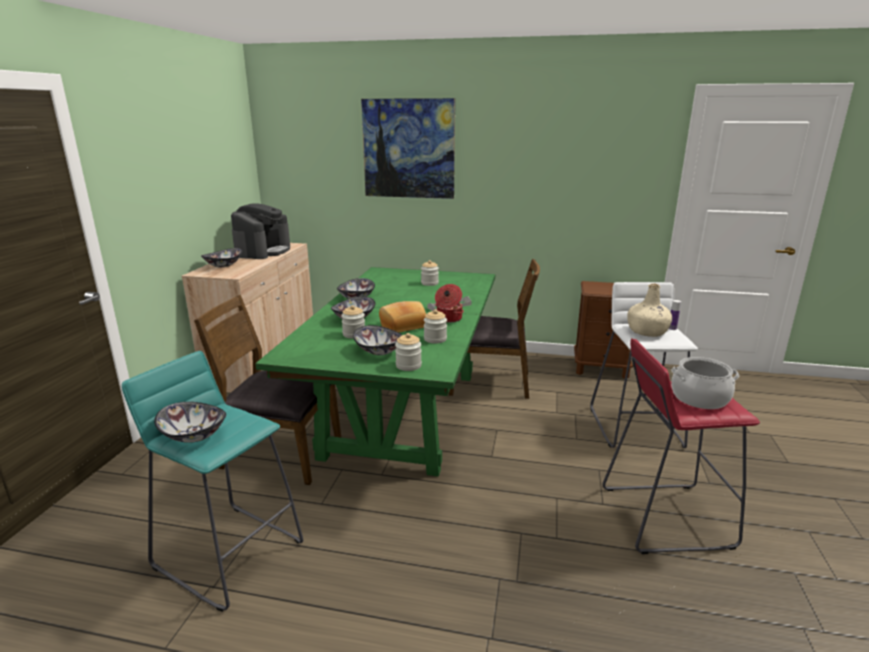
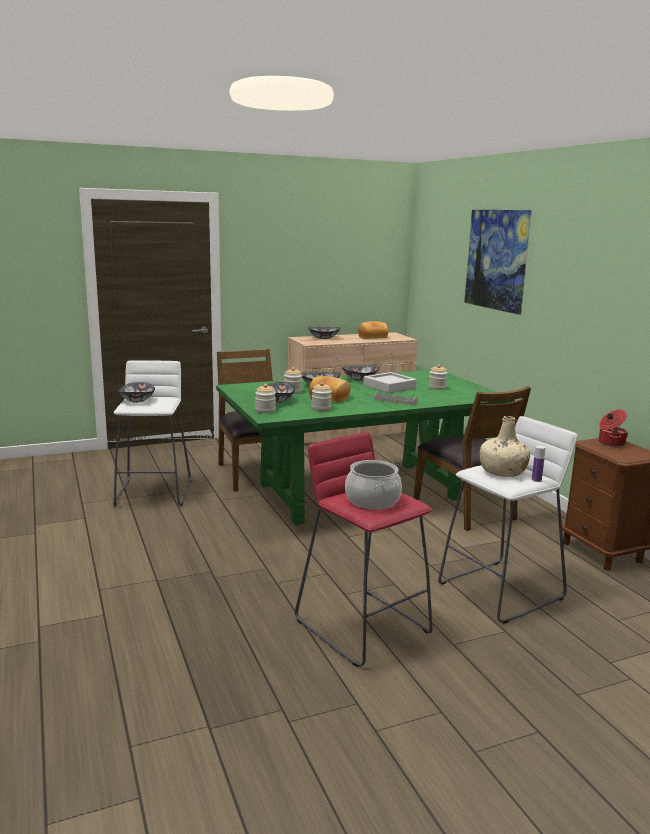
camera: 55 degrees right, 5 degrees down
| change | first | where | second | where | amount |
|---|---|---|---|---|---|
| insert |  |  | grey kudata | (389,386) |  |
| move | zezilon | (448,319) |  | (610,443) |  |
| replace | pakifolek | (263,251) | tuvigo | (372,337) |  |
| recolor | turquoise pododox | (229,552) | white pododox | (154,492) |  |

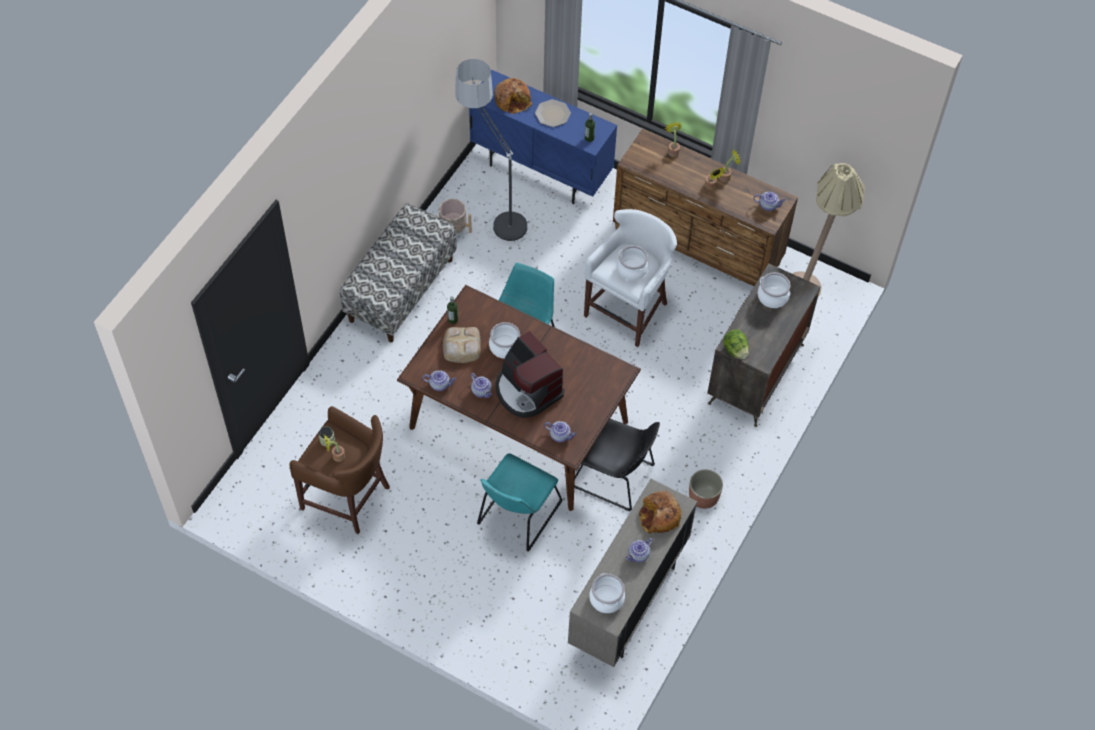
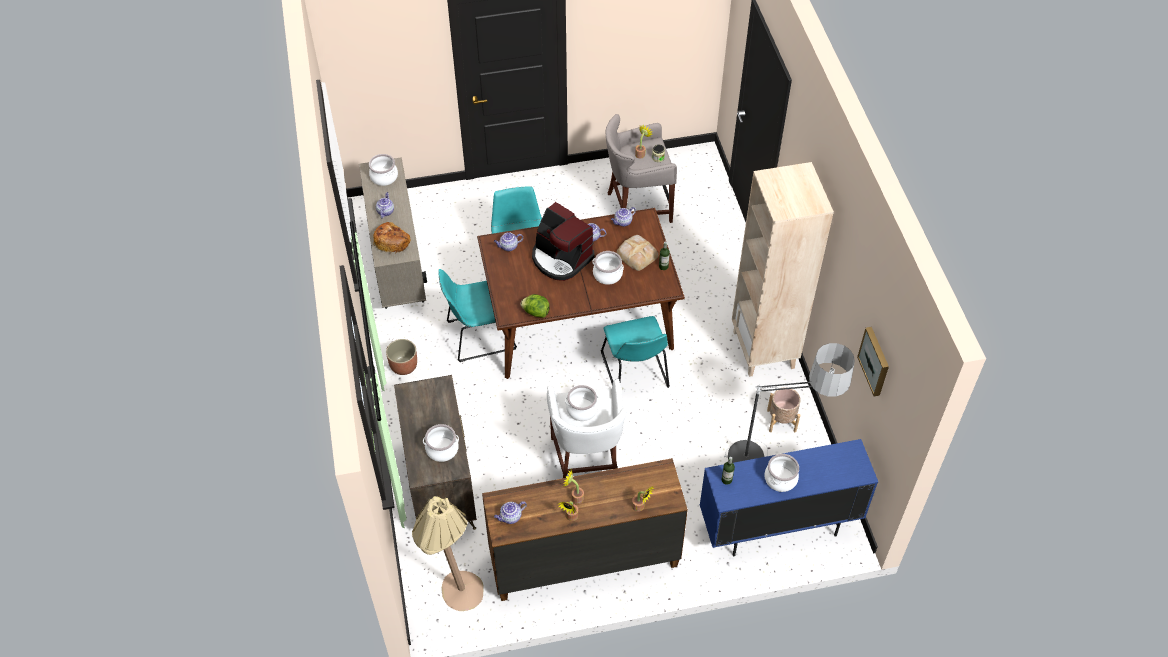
camera: 140 degrees right, 5 degrees down
| change | first | where | second | where | amount |
|---|---|---|---|---|---|
| delete | tuvigo | (513,100) |  |  |  |
| insert |  |  | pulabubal | (875,361) |  |
| move | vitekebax | (735,350) |  | (535,312) |  |
| replace | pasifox | (401,290) | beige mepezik | (764,350) |  |
| replace | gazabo | (552,113) | zezilon | (781,479) |  |
| recolor | brown pododox | (348,497) | grey pododox | (637,206) |  |
| recolor | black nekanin | (616,477) | turquoise nekanin | (478,336) |  |
| rotate | pakifolek | (527,390) |  | (561,258) | 150 degrees counterclockwise |

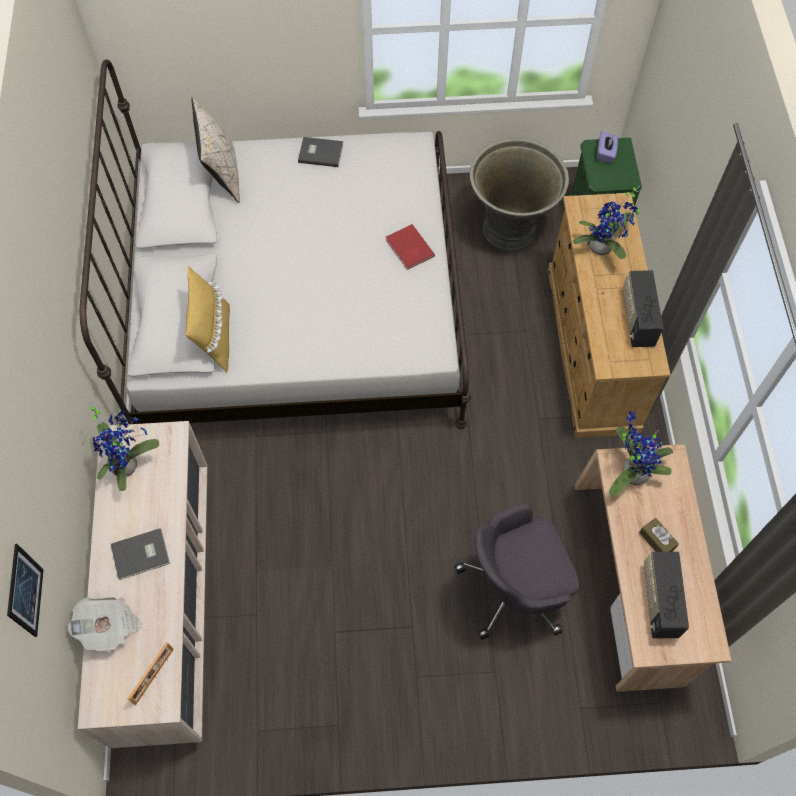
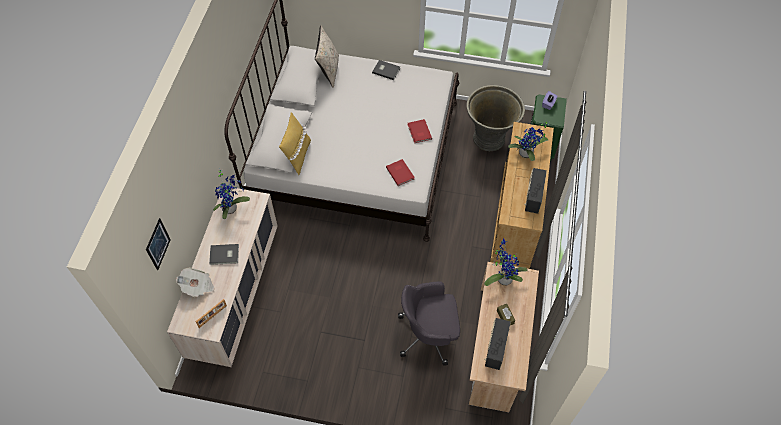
camera: 15 degrees right, 5 degrees down
| change | first | where | second | where | amount |
|---|---|---|---|---|---|
| insert |  |  | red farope | (400,172) |  |

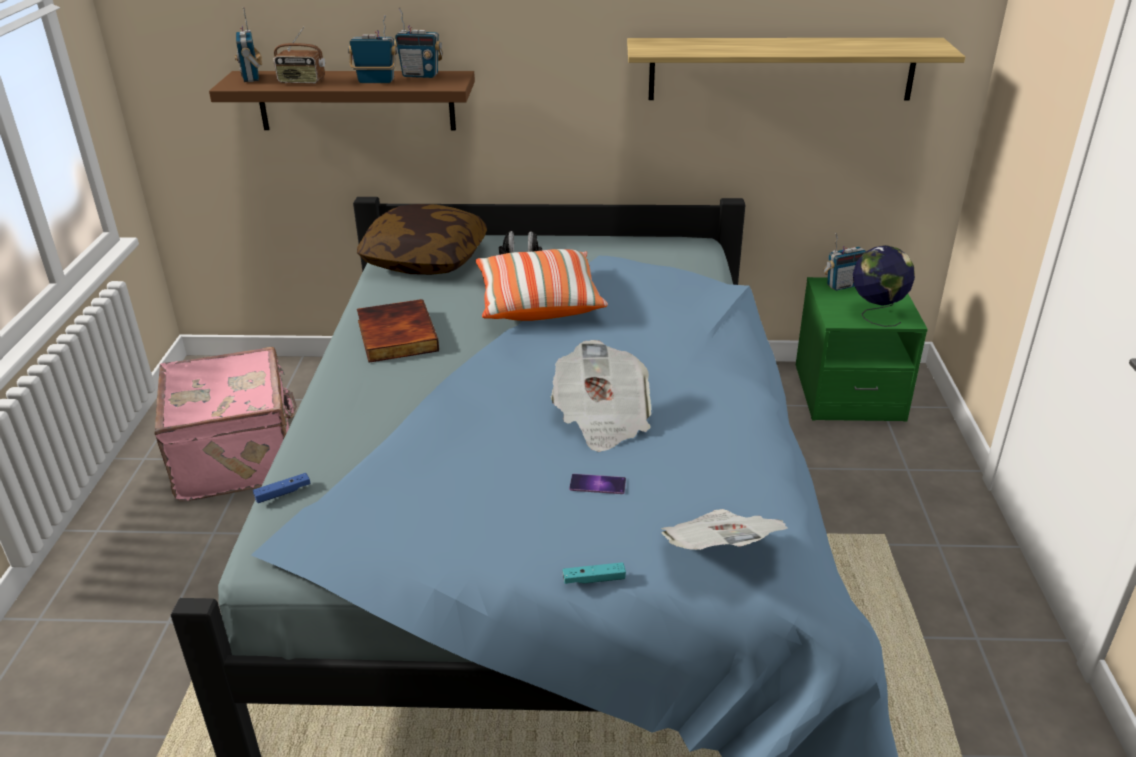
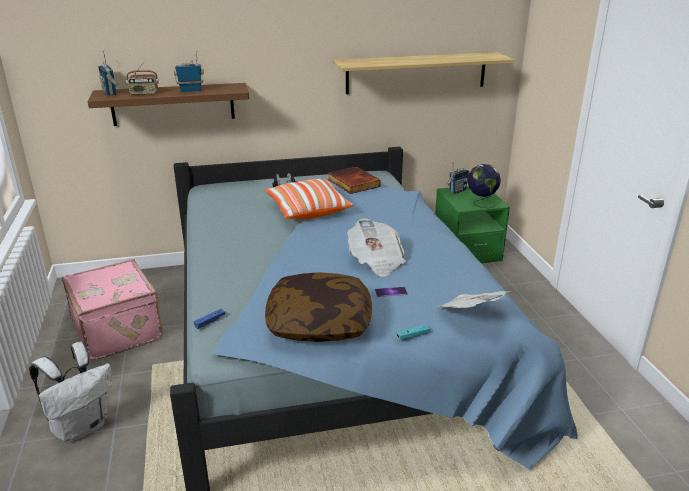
camera: 15 degrees left, 5 degrees down
| change | first | where | second | where | amount |
|---|---|---|---|---|---|
| delete | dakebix | (420,75) |  |  |  |
| insert |  |  | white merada | (82,426) |  |
| move | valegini | (425,259) |  | (319,323) |  |
| move | farope | (395,335) |  | (352,183) |  |

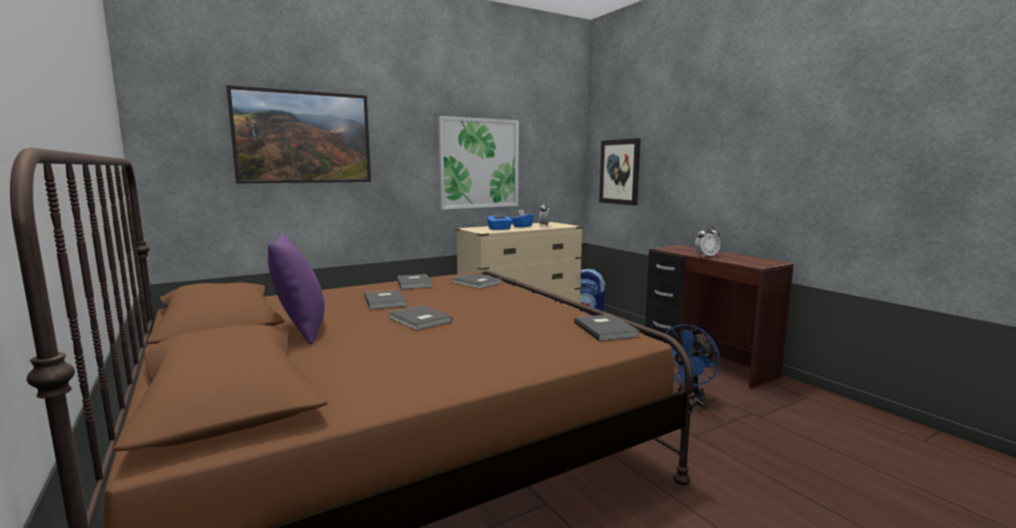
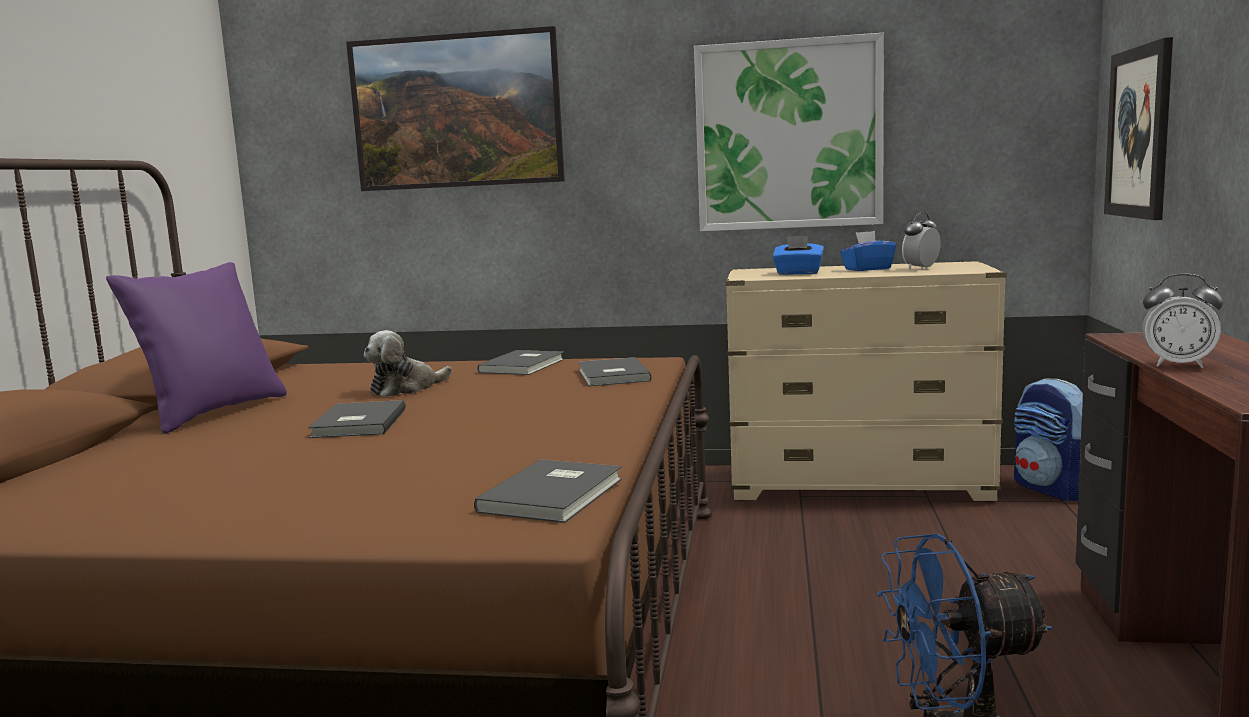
camera: 40 degrees right, 0 degrees up
| change | first | where | second | where | amount |
|---|---|---|---|---|---|
| replace | grey farope | (386,301) | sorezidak | (406,389) |  |

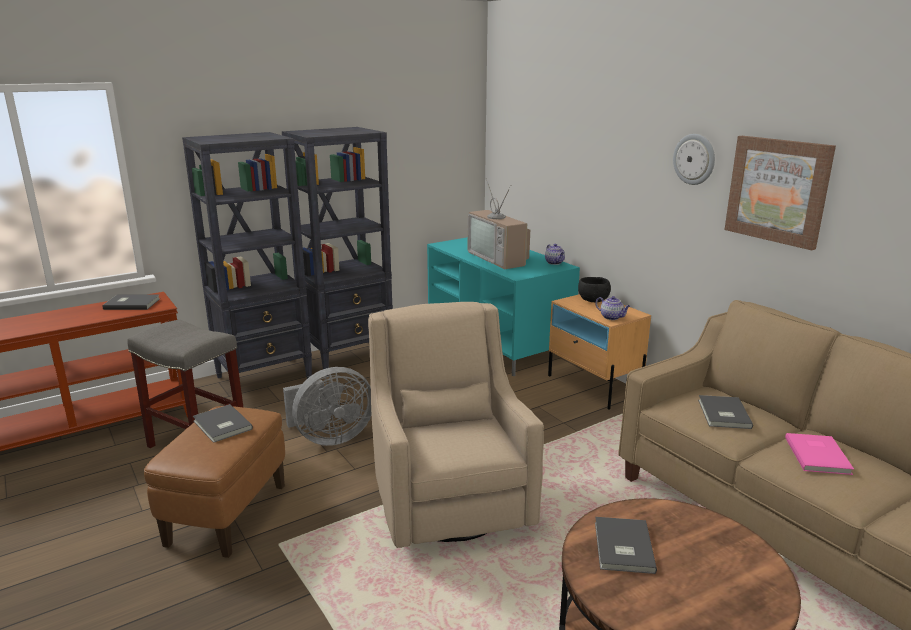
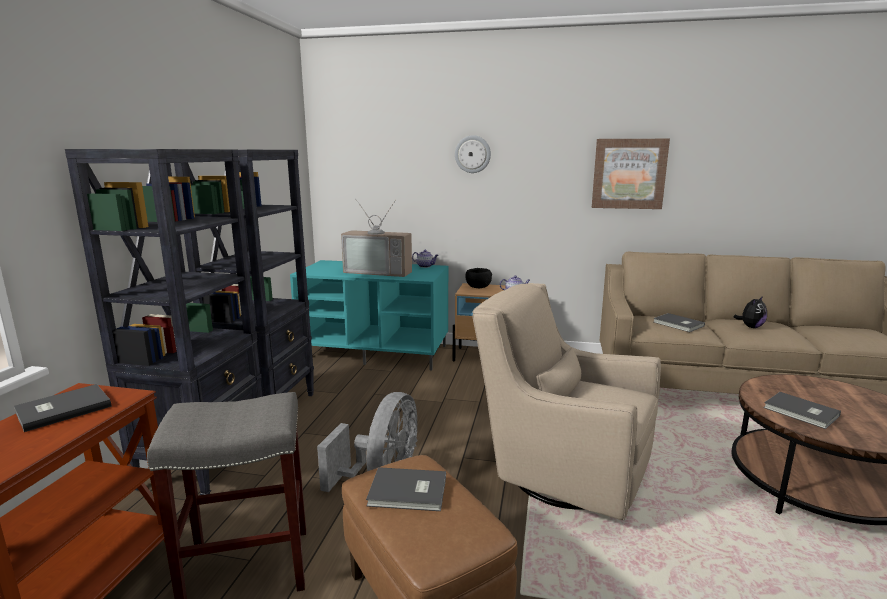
camera: 45 degrees left, 5 degrees down
| change | first | where | second | where | amount |
|---|---|---|---|---|---|
| move | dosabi | (694,159) |  | (472,154) |  |
| replace | pink farope | (818,455) | sorezidak | (750,327) |  |

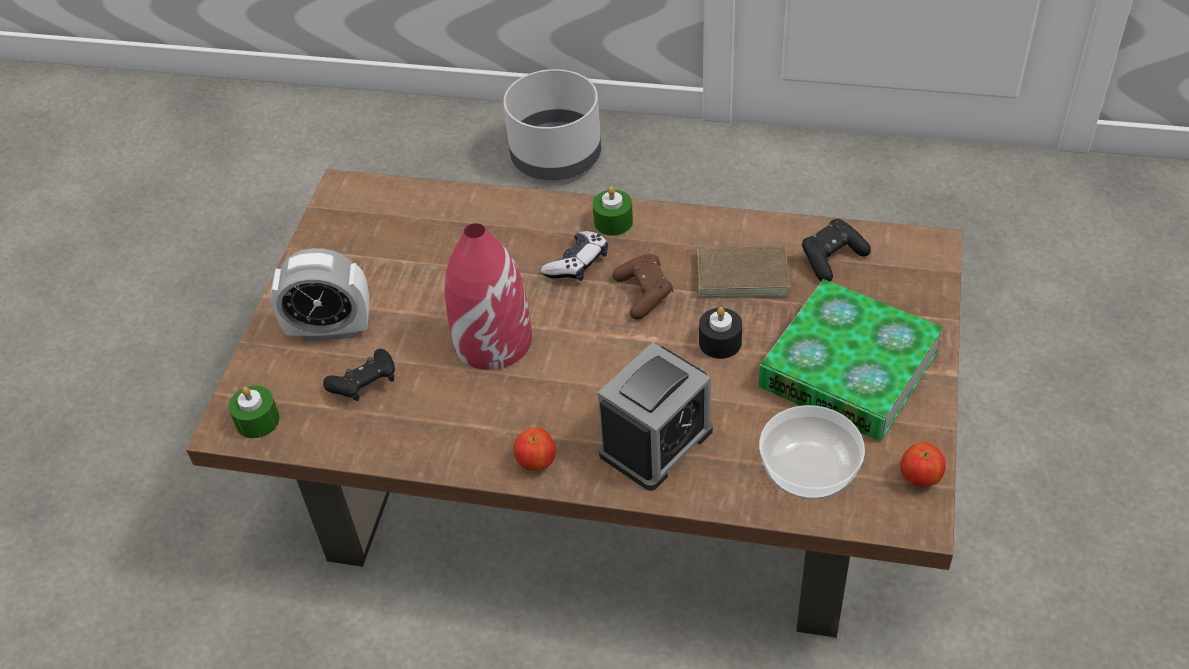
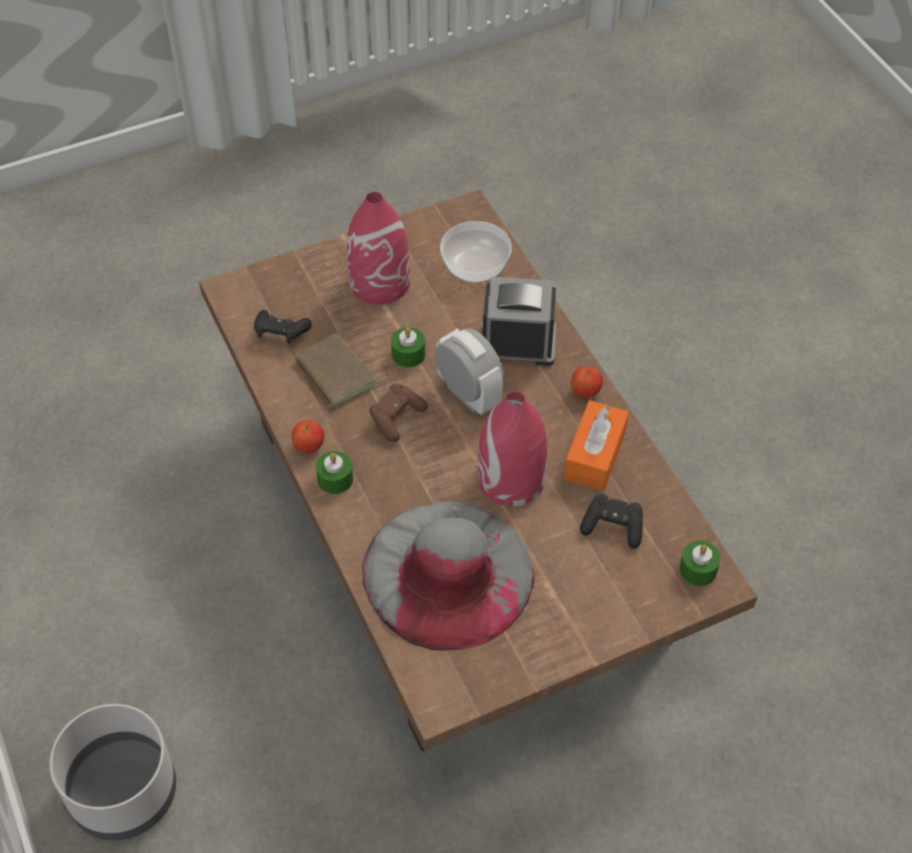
camera: 130 degrees left, 5 degrees up
| change | first | where | second | where | amount |
|---|---|---|---|---|---|
| delete | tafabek | (577,264) |  |  |  |
| insert |  |  | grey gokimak | (448,573) |  |
| insert |  |  | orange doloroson | (595,455) |  |
| move | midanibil | (330,329) |  | (468,394) |  |
| move | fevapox | (920,478) |  | (309,446) |  |
| replace | farope | (849,369) | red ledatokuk | (380,282) |  |
| recolor | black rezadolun | (720,342) | green rezadolun | (408,354) |  |

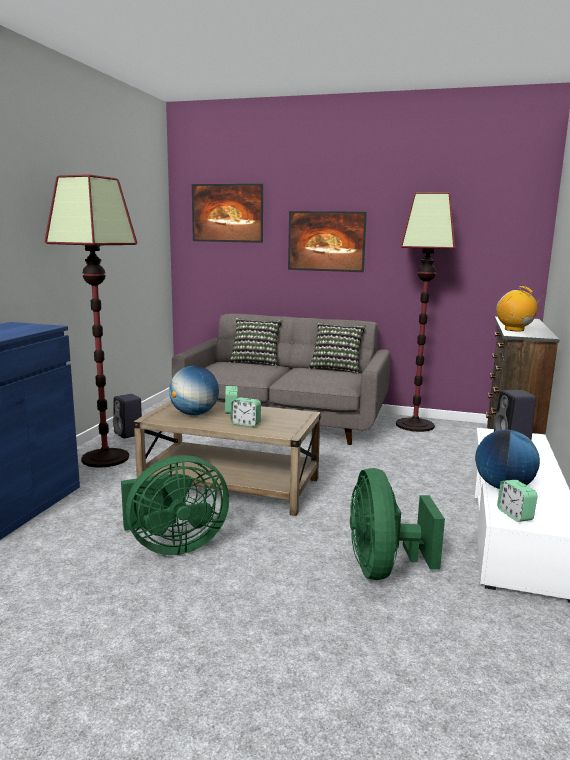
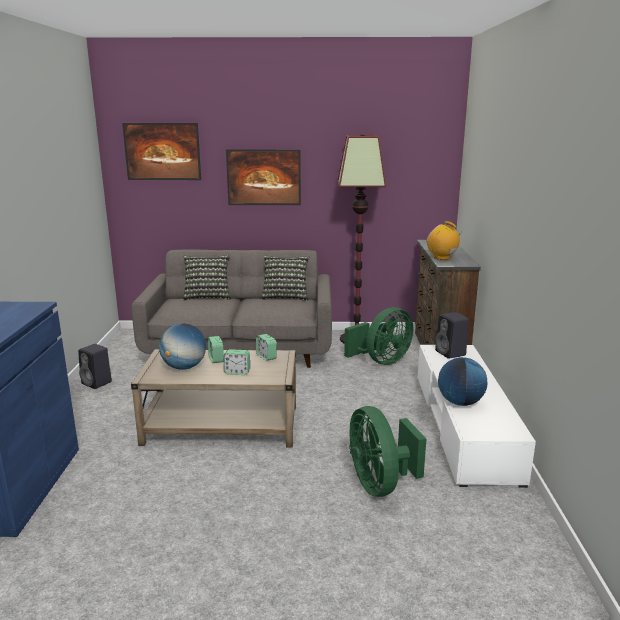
camera: 15 degrees left, 5 degrees up
| change | first | where | second | where | amount |
|---|---|---|---|---|---|
| delete | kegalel | (106,458) |  |  |  |
| move | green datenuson | (173,545) |  | (381,361) |  |
| move | midanibil | (515,515) |  | (266,357) |  |

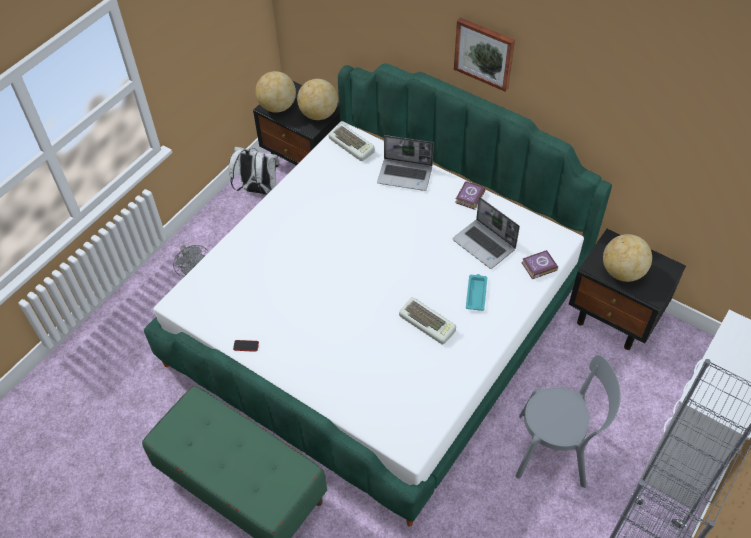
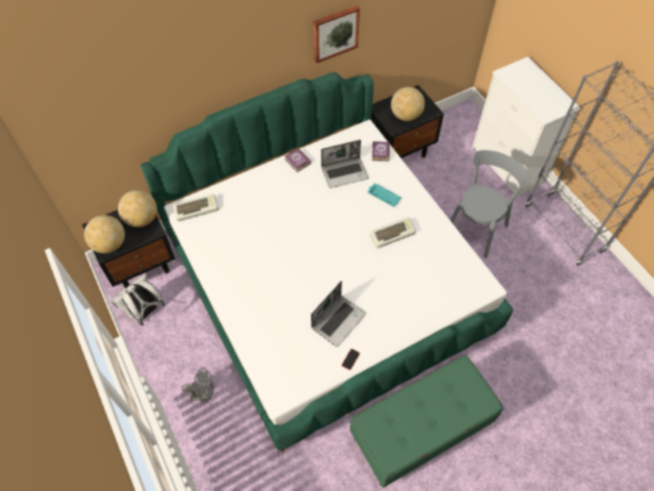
camera: 65 degrees left, 5 degrees up
| change | first | where | second | where | amount |
|---|---|---|---|---|---|
| move | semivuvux | (405,175) |  | (338,320) |  |
| move | pulabubal | (484,53) |  | (335,33) |  |

